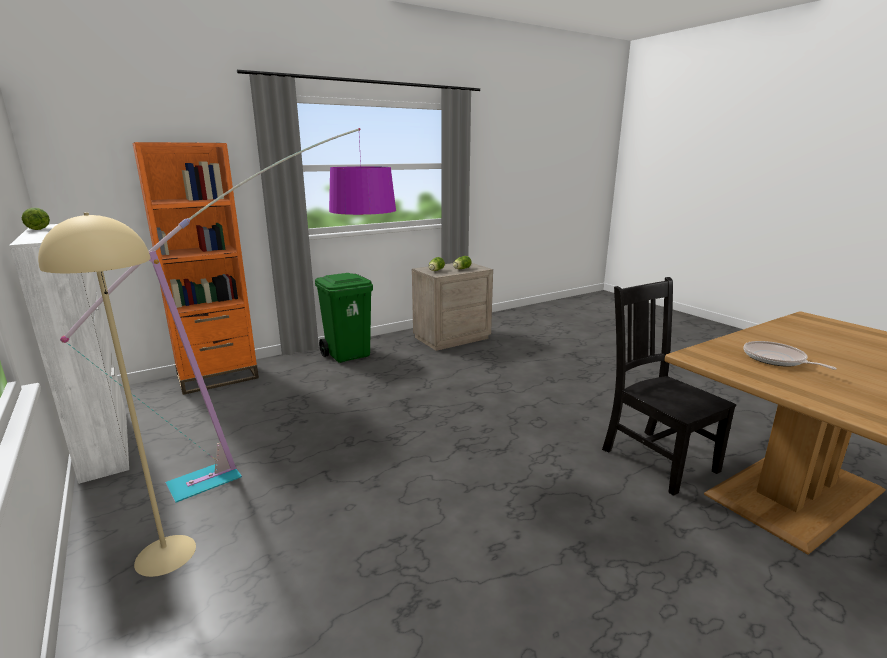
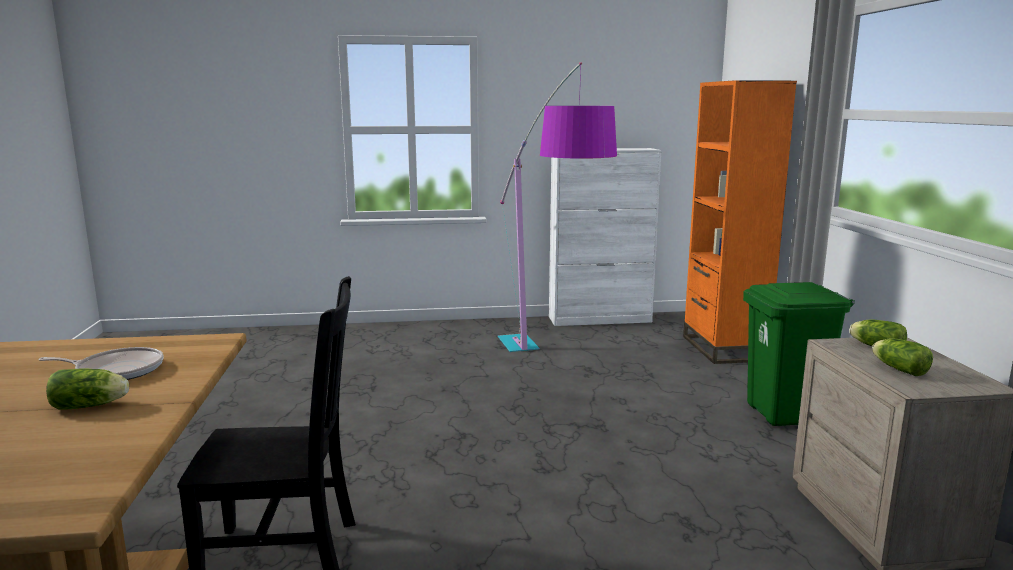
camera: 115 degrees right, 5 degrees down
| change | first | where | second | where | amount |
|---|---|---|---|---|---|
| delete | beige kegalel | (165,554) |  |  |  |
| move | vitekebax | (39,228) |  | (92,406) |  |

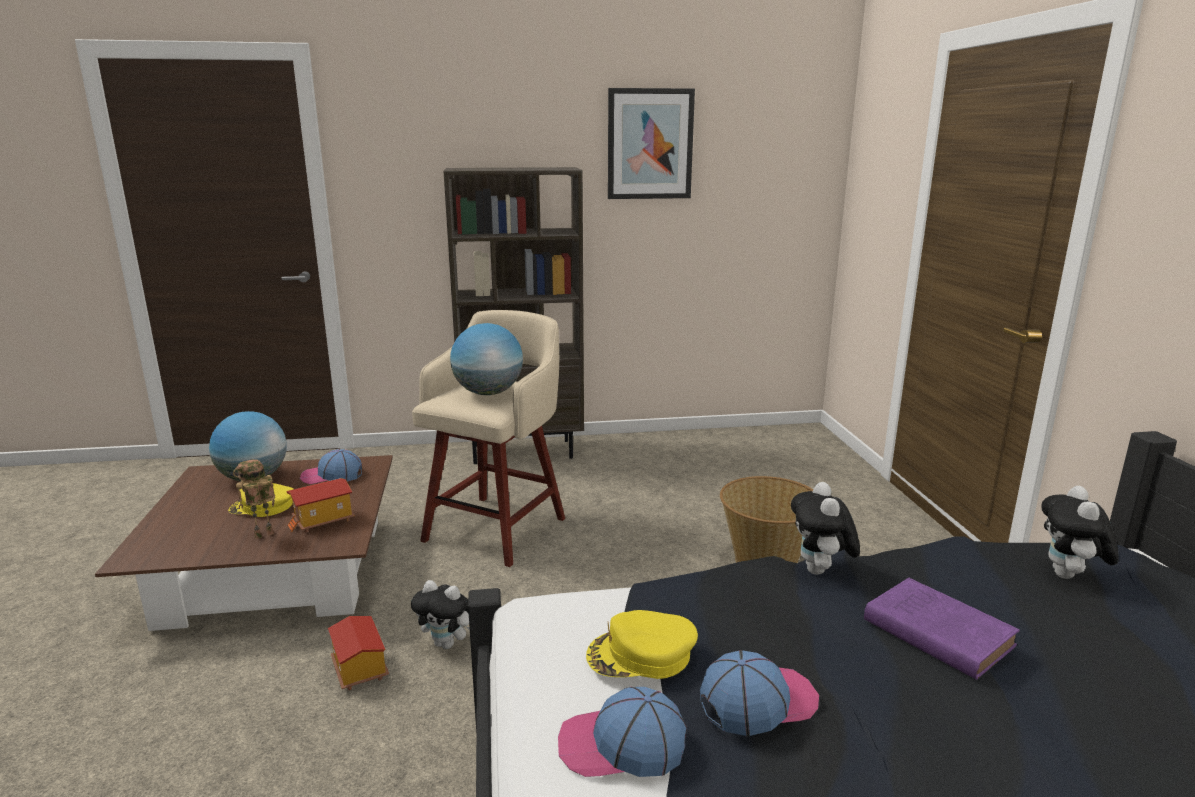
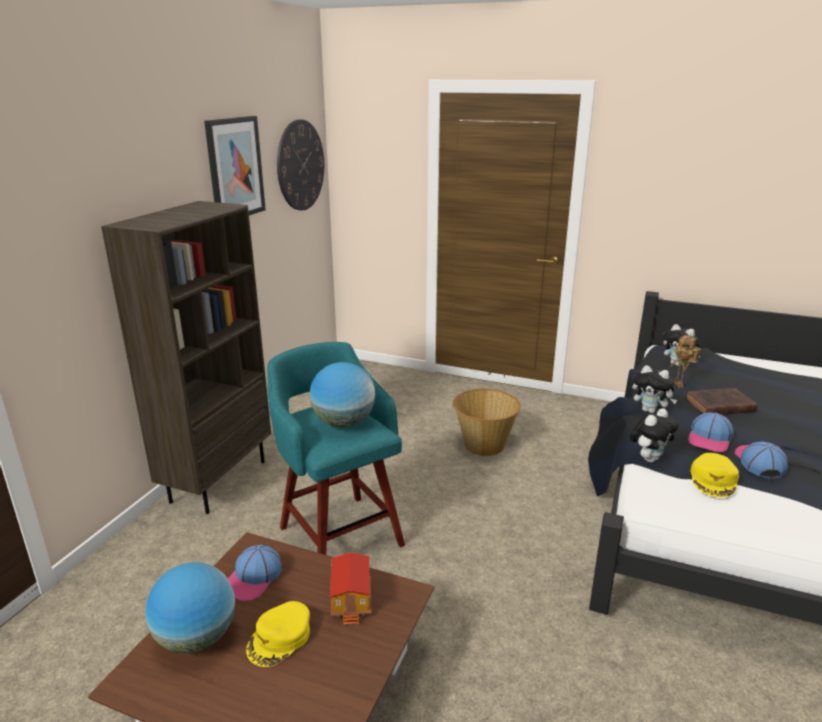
camera: 60 degrees left, 5 degrees up
| change | first | where | second | where | amount |
|---|---|---|---|---|---|
| delete | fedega | (358,670) |  |  |  |
| insert |  |  | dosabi | (300,165) |  |
| move | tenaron | (263,536) |  | (680,385) |  |
| move | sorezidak | (448,644) |  | (649,458) |  |
| move | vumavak | (621,745) |  | (710,439) |  |
| recolor | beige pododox | (498,527) | turquoise pododox | (339,534) |  |
| recolor | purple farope | (934,631) | brown farope | (718,406) |  |

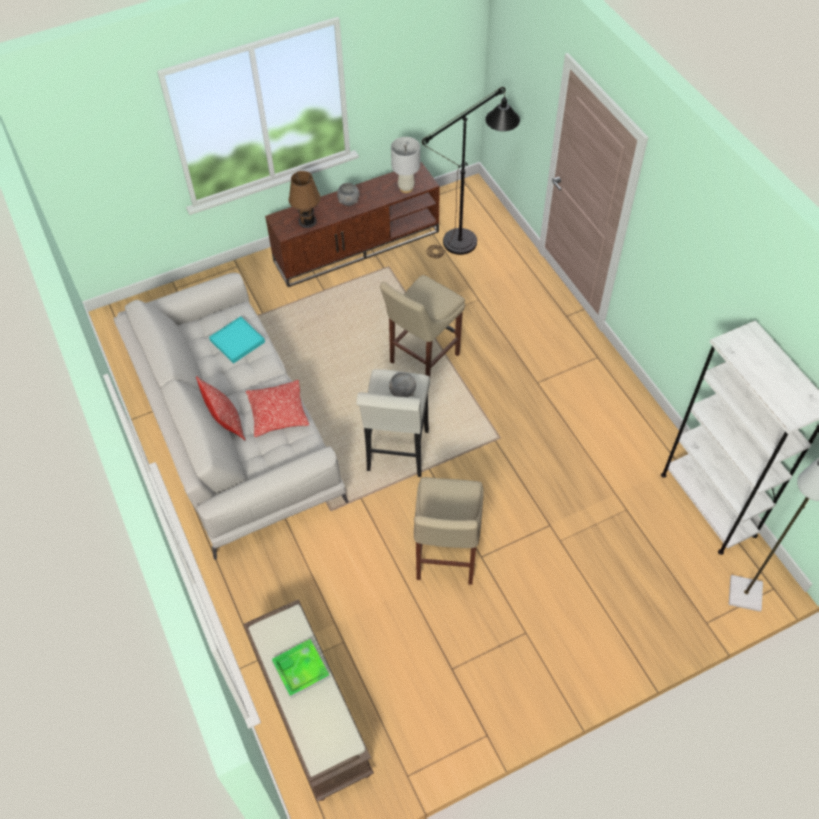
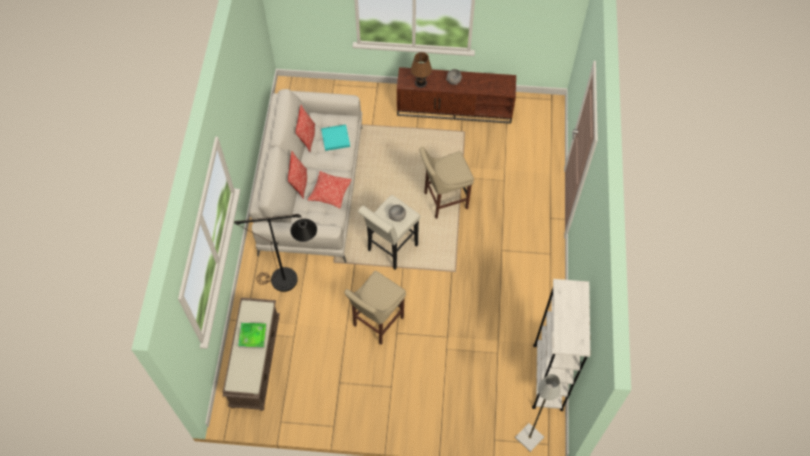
camera: 30 degrees right, 5 degrees up
| change | first | where | second | where | amount |
|---|---|---|---|---|---|
| delete | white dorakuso | (406,188) |  |  |  |
| insert |  |  | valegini | (307,137) |  |
| move | black kegalel | (469,239) |  | (292,280) |  |

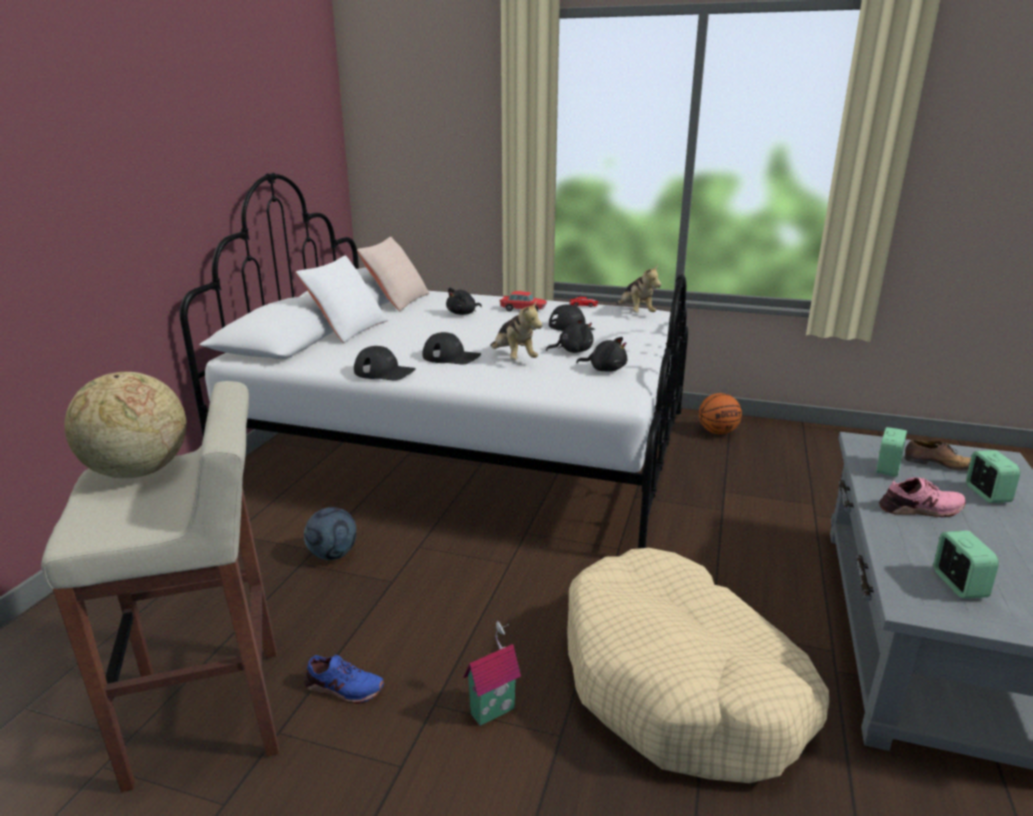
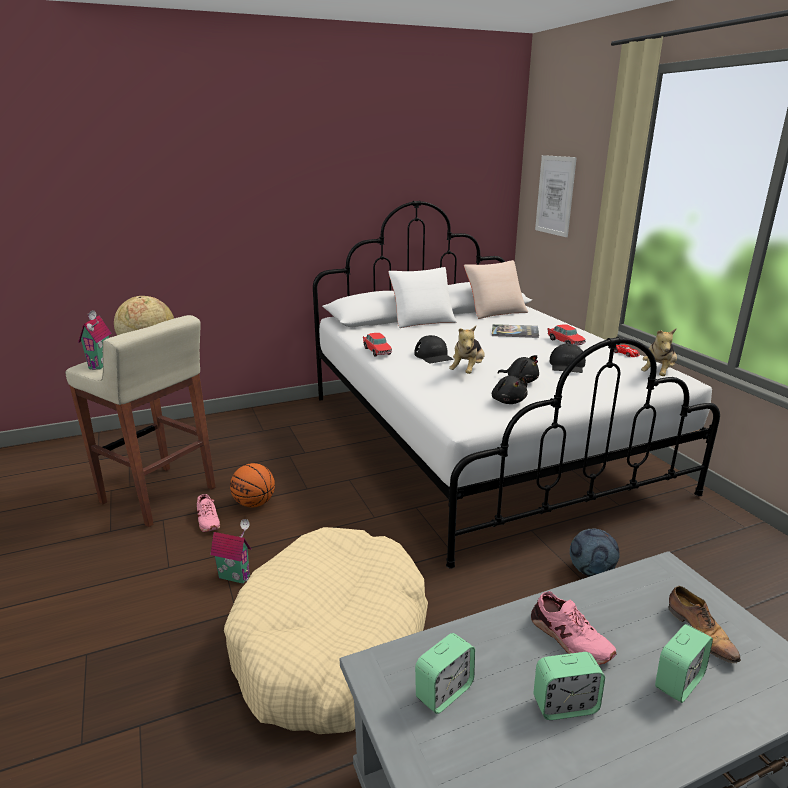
camera: 50 degrees right, 0 degrees up
| change | first | where | second | where | amount |
|---|---|---|---|---|---|
| insert |  |  | fedega | (102,364) |  |
| insert |  |  | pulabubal | (555,195) |  |
| move | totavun | (333,554) |  | (591,571) |  |
| move | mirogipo | (717,432) |  | (254,503) |  |
| move | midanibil | (887,468) |  | (565,705) |  |
| replace | black vumavak | (384,372) | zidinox | (377,351) |  |
| replace | black sorezidak | (463,313) | farope | (515,332) |  |
| recolor | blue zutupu | (343,688) | pink zutupu | (207,520) |  |

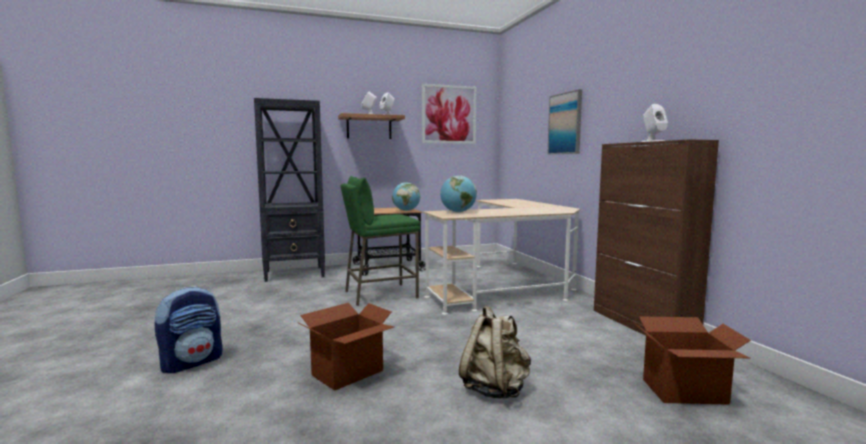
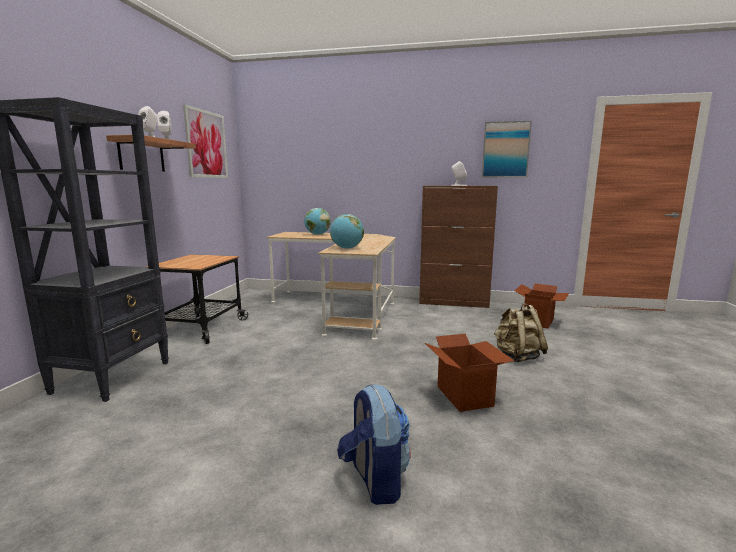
camera: 60 degrees left, 5 degrees up
| change | first | where | second | where | amount |
|---|---|---|---|---|---|
| delete | green pododox | (380,295) |  |  |  |
| move | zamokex | (406,210) |  | (317,234) |  |
| move | pulabubal | (565,123) |  | (505,149) |  |

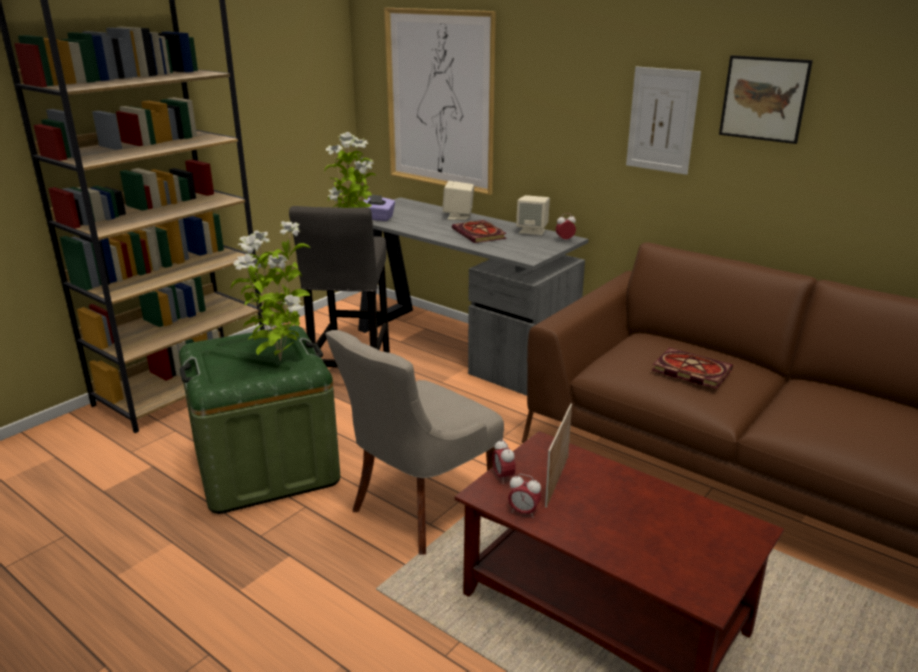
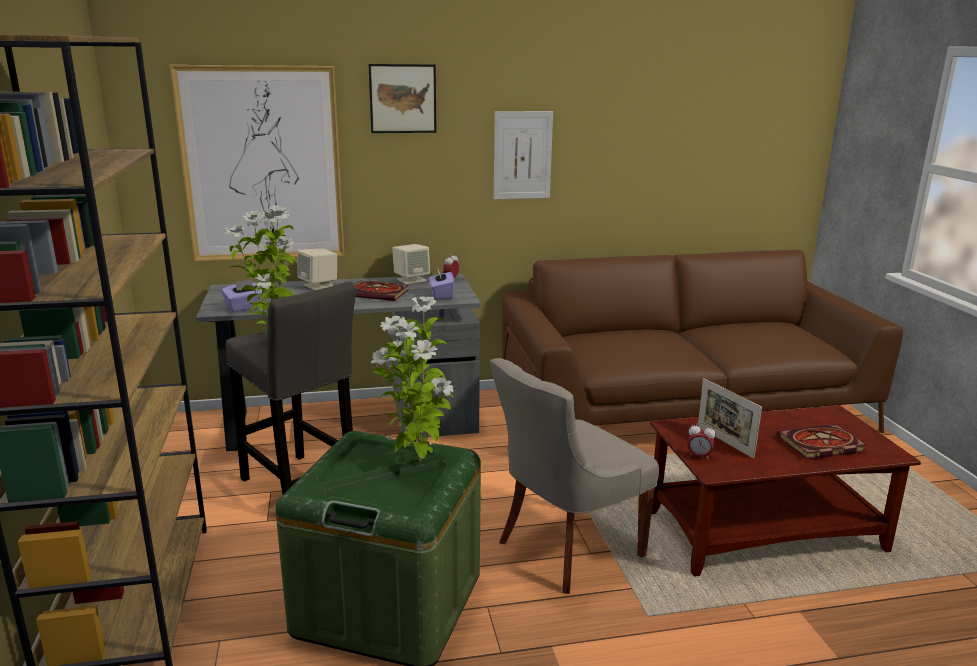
camera: 50 degrees left, 5 degrees down
| change | first | where | second | where | amount |
|---|---|---|---|---|---|
| delete | midanibil | (523,512) |  |  |  |
| insert |  |  | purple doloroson | (441,295) |  |
| move | farope | (689,371) |  | (820,445) |  |
| move | pulabubal | (764,99) |  | (403,98) |  |
| rotate | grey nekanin | (419,509) |  | (566,549) | 60 degrees clockwise |

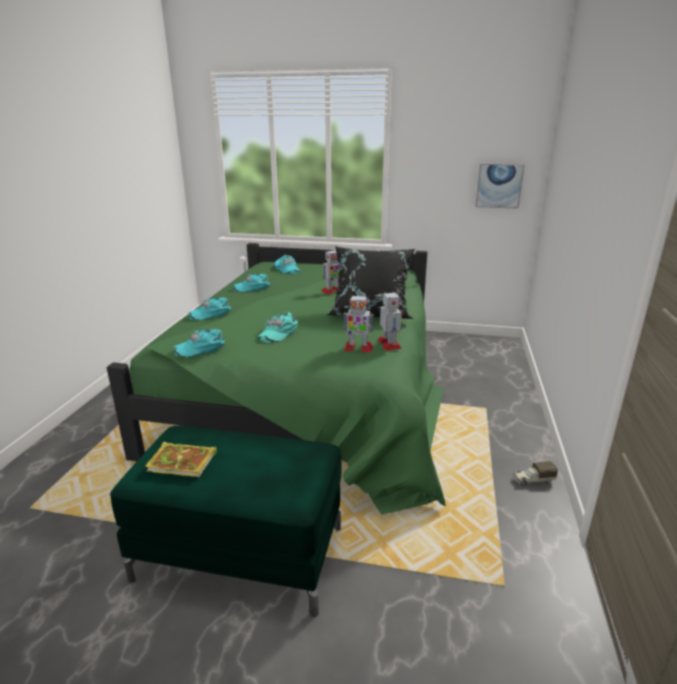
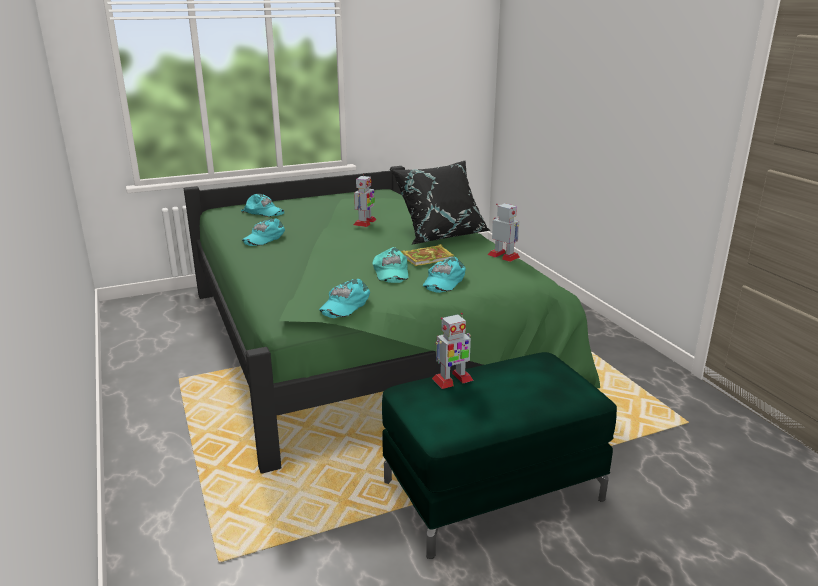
camera: 35 degrees left, 0 degrees up
| change | first | where | second | where | amount |
|---|---|---|---|---|---|
| delete | pulabubal | (499,185) |  |  |  |
| delete | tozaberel | (532,480) |  |  |  |
| move | farope | (183,462) |  | (428,258) |  |
| move | turquoise vumavak | (211,313) |  | (443,280) |  |
| move | tenaron | (358,348) |  | (452,380) |  |

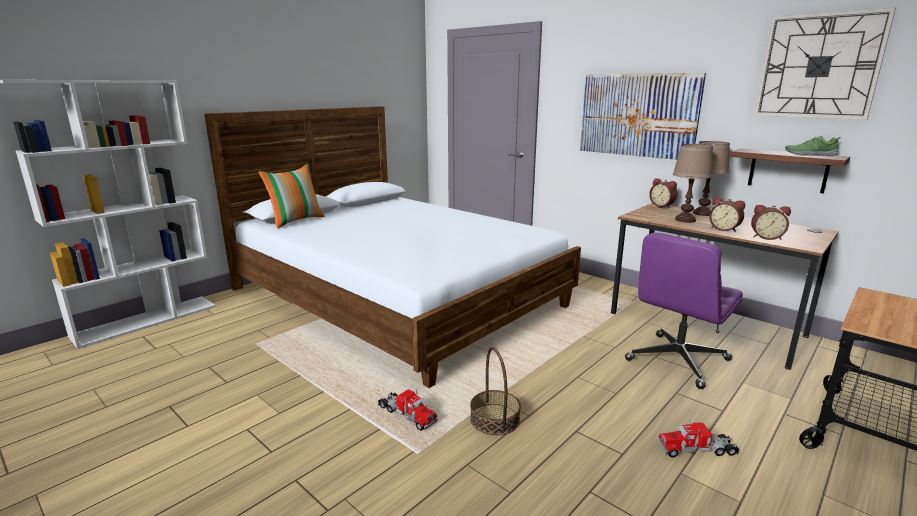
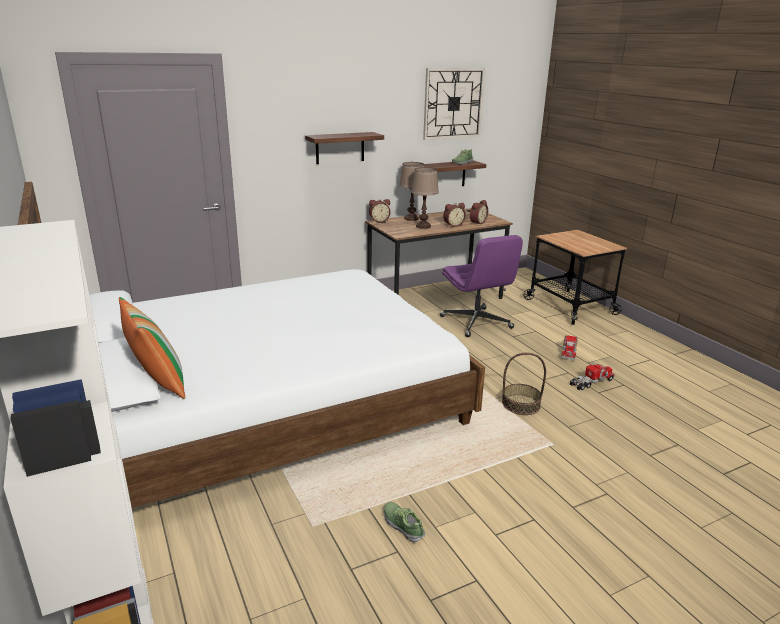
camera: 70 degrees left, 5 degrees up
| change | first | where | second | where | amount |
|---|---|---|---|---|---|
| insert |  |  | zutupu | (403,525) |  |
| move | tozaberel | (407,414) |  | (591,382) |  |
| replace | pulabubal | (637,115) | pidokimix | (340,148) |  |

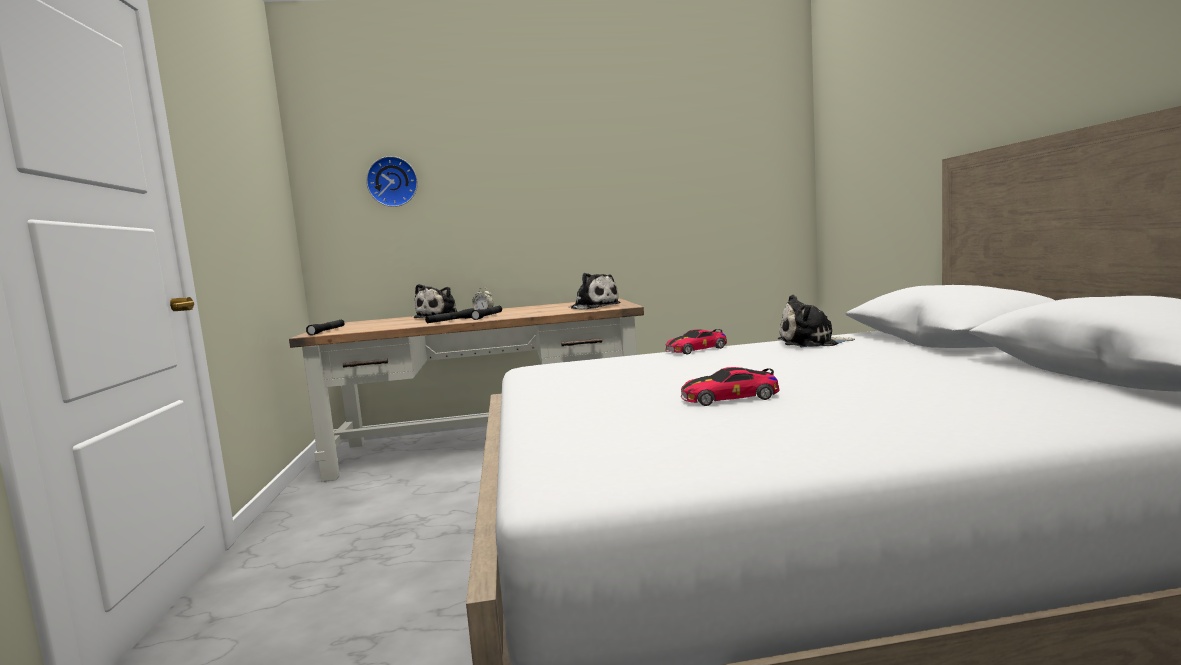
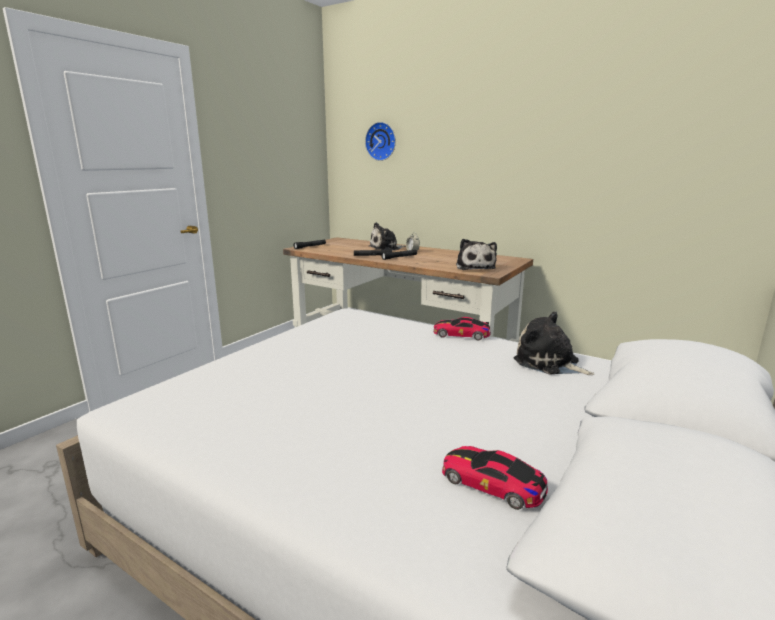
camera: 40 degrees right, 10 degrees up
| change | first | where | second | where | amount |
|---|---|---|---|---|---|
| move | zidinox | (729,397) |  | (492,483) |  |

